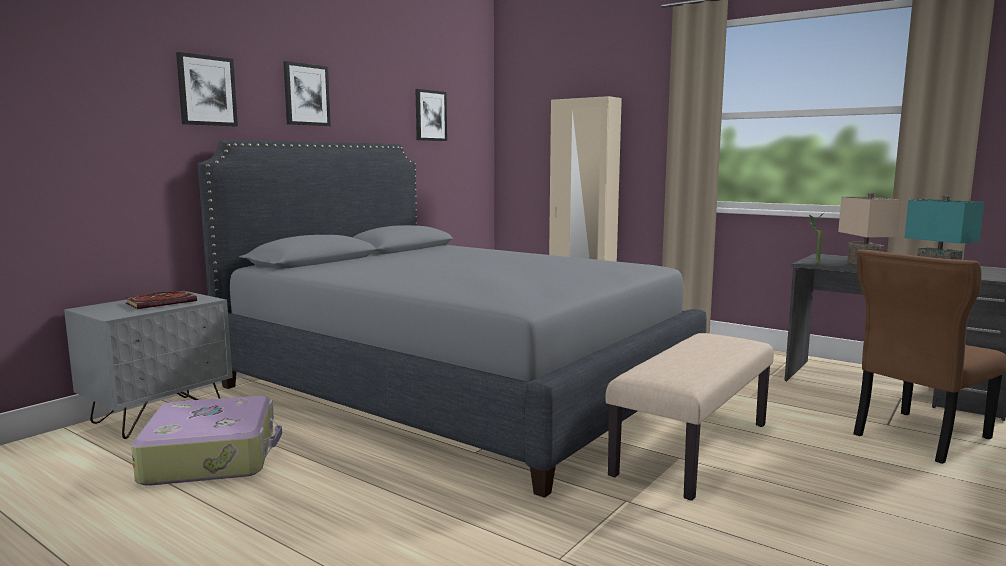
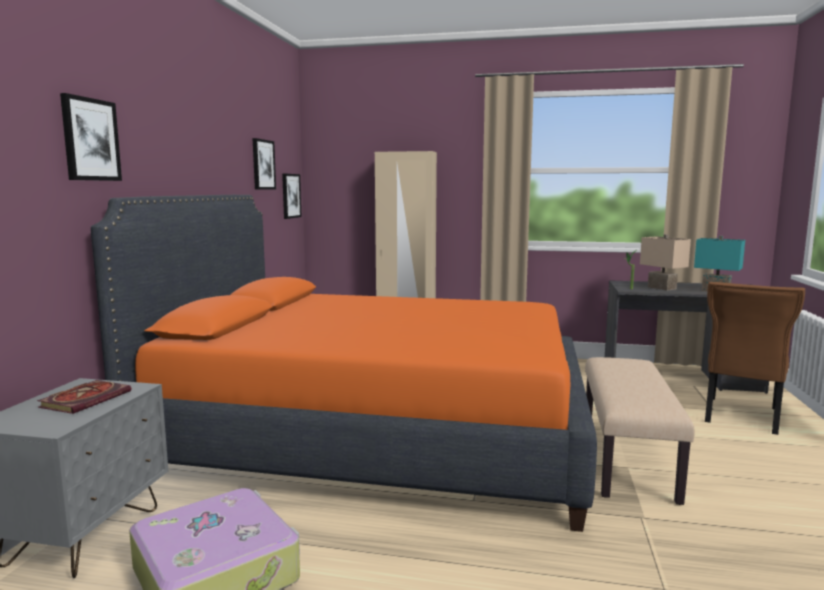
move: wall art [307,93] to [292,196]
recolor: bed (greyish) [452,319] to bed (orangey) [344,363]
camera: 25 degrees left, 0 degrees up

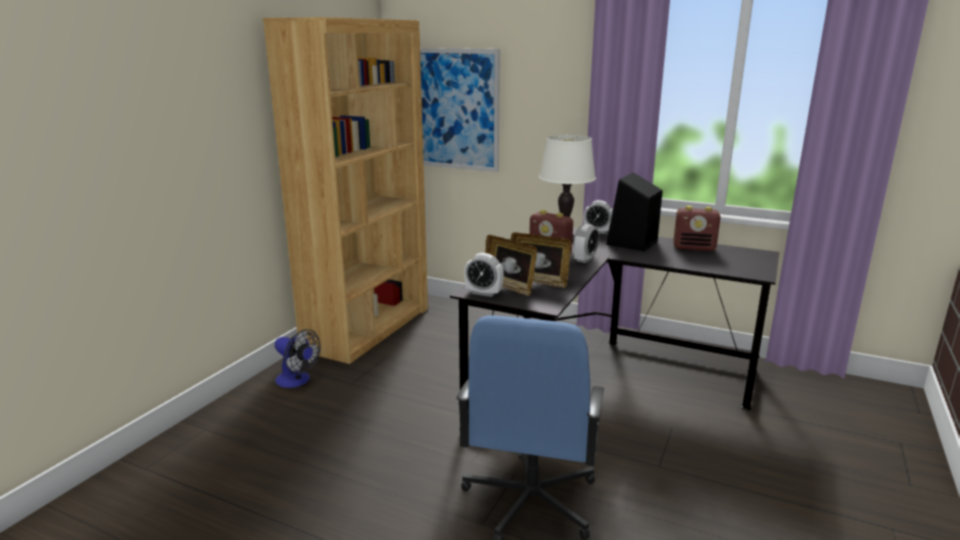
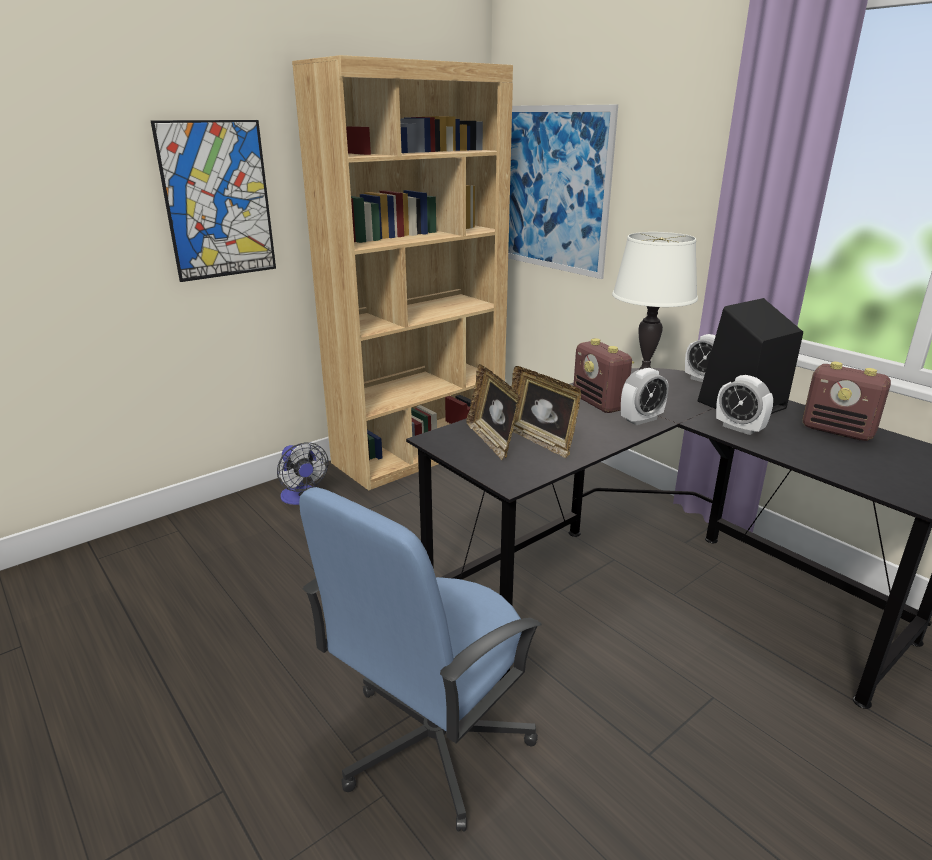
insert: wall art [213,201]
move: table clock [484,275] to [744,405]
camera: 25 degrees right, 5 degrees up

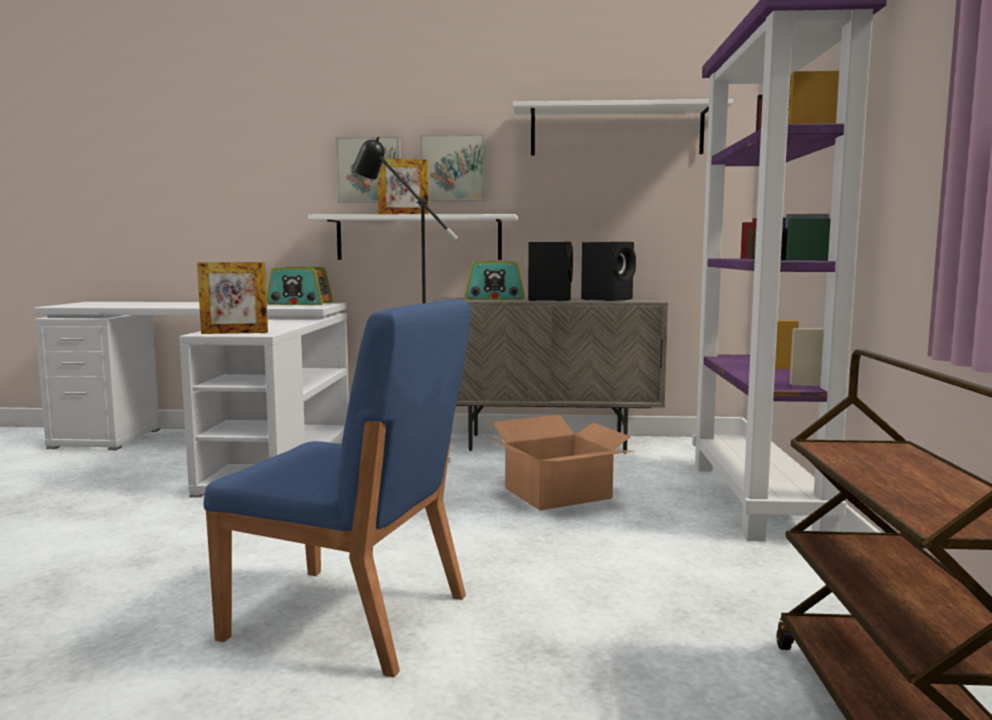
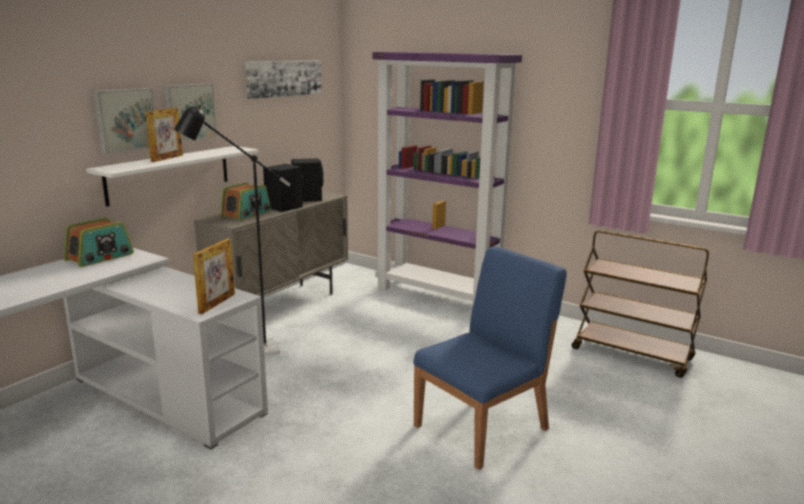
delete: carton [559,463]
replace: shelf (white) [623,127] to wall art [283,79]
camera: 60 degrees left, 10 degrees up

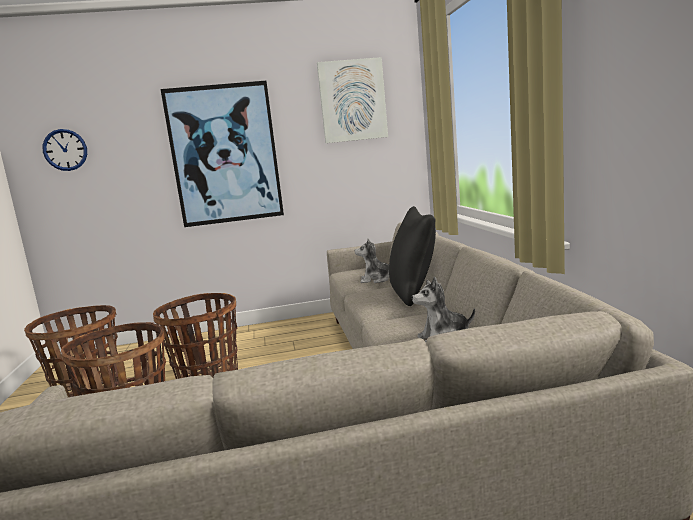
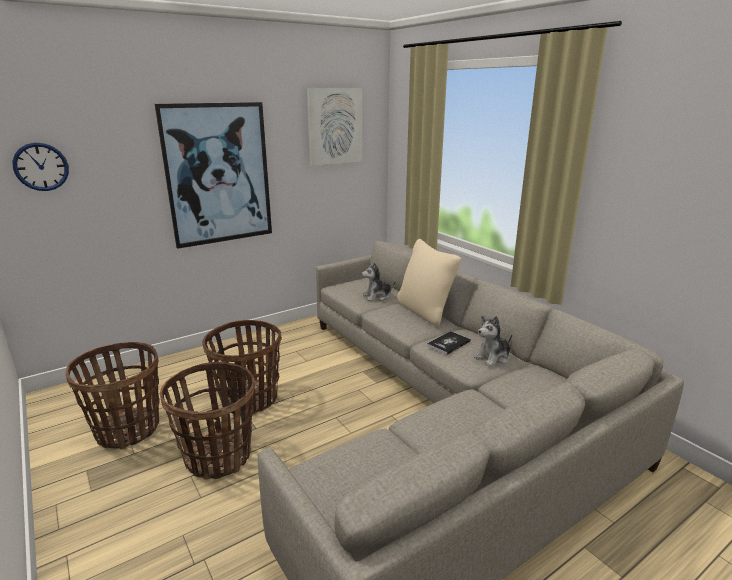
insert: volume [449,343]
recolor: pillow (blackish) [412,256] to pillow (sand-coloured) [429,282]
camera: 25 degrees left, 10 degrees up

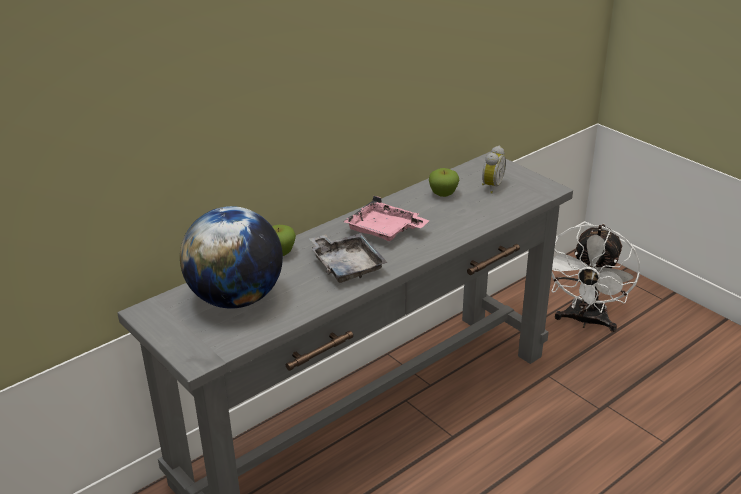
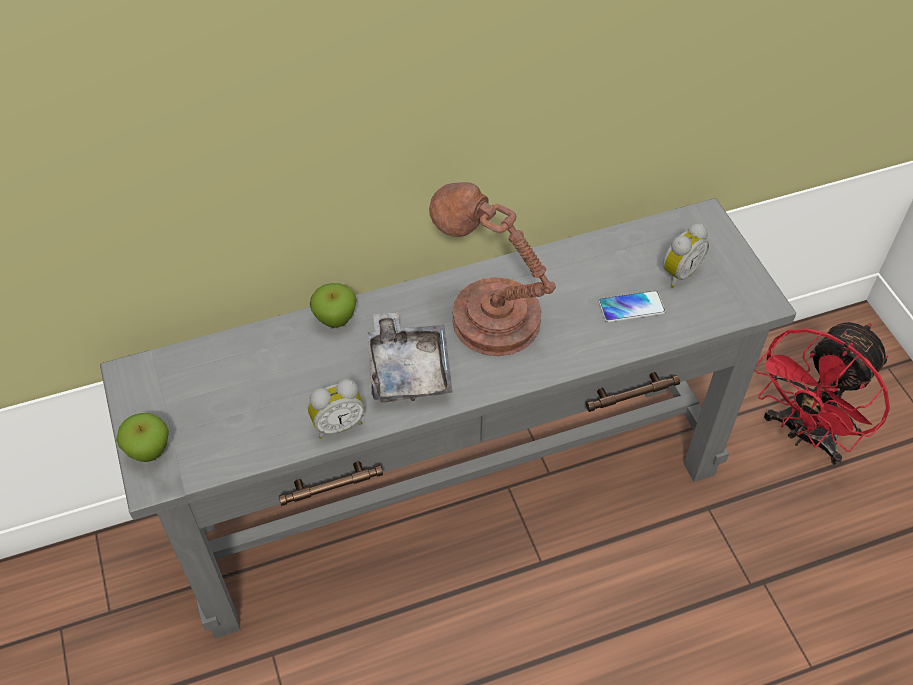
delete: globe [231,257]
insert: telephone [632,306]; table clock [336,409]
move: apple [444,182] to [142,437]
replace: tray (pink) [386,218] to tabletop lamp (brown) [492,269]
recolor: cooling fan (white) [595,278] to cooling fan (reddish) [822,393]
camera: 20 degrees right, 20 degrees up

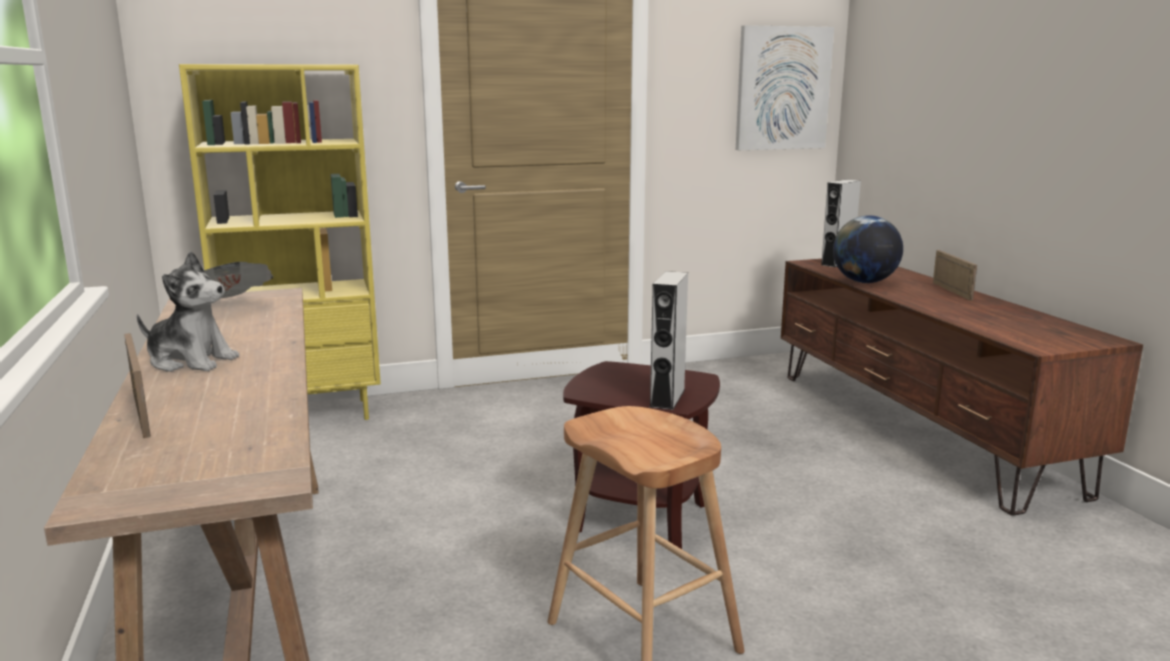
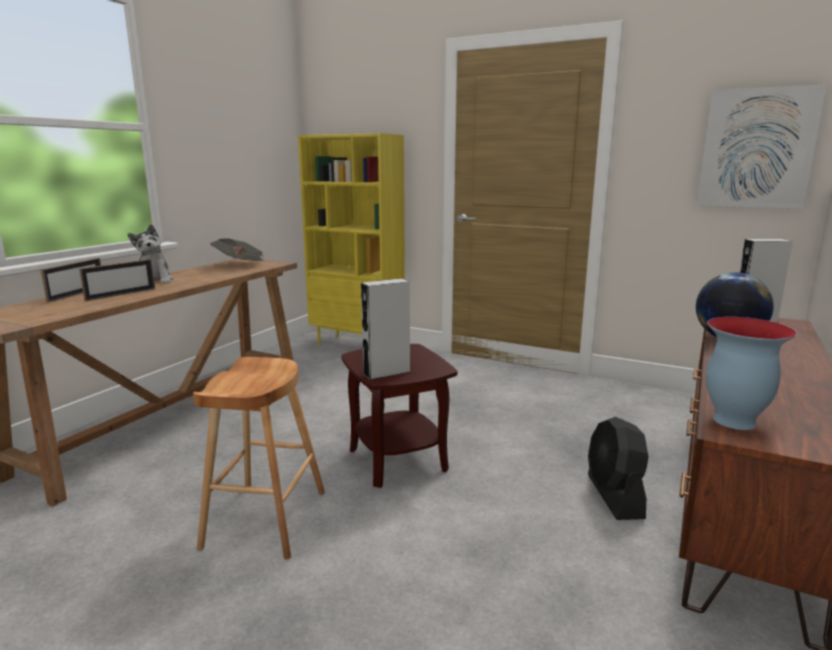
insert: flower vase [751,373]; cooling fan (blackish) [618,468]
move: photo frame [955,275] to [117,280]
camera: 45 degrees right, 0 degrees up

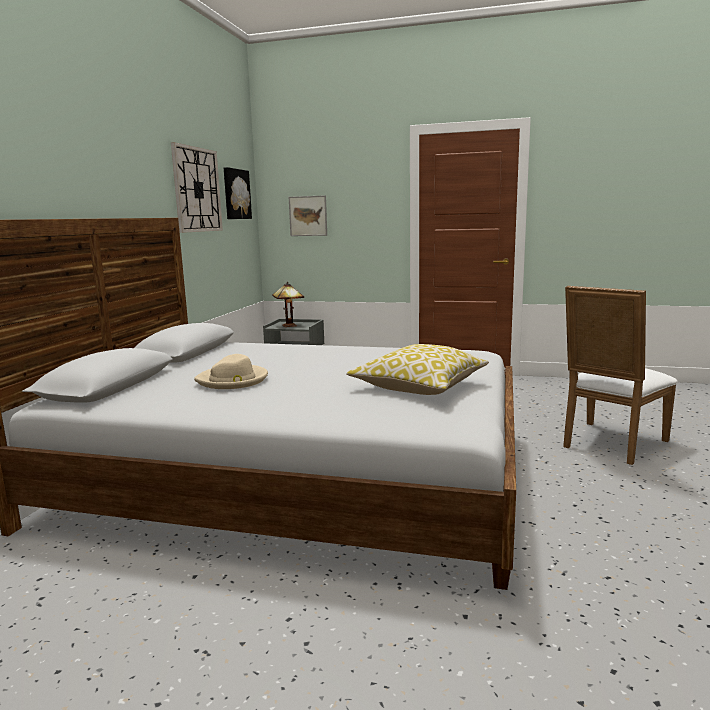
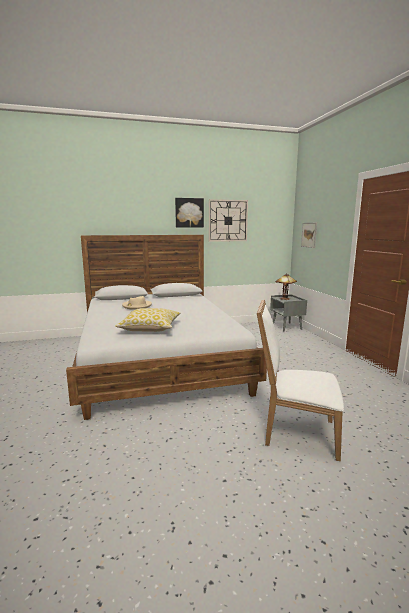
move: wall art [238,193] to [189,213]
camera: 60 degrees right, 0 degrees up

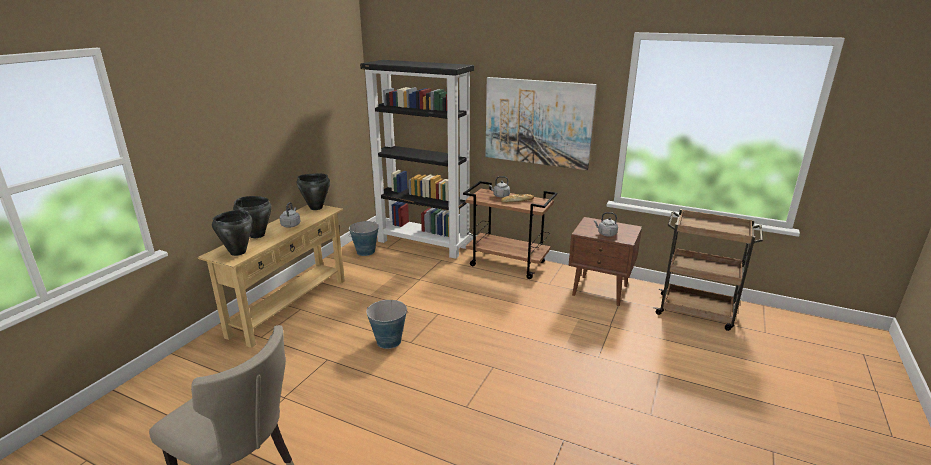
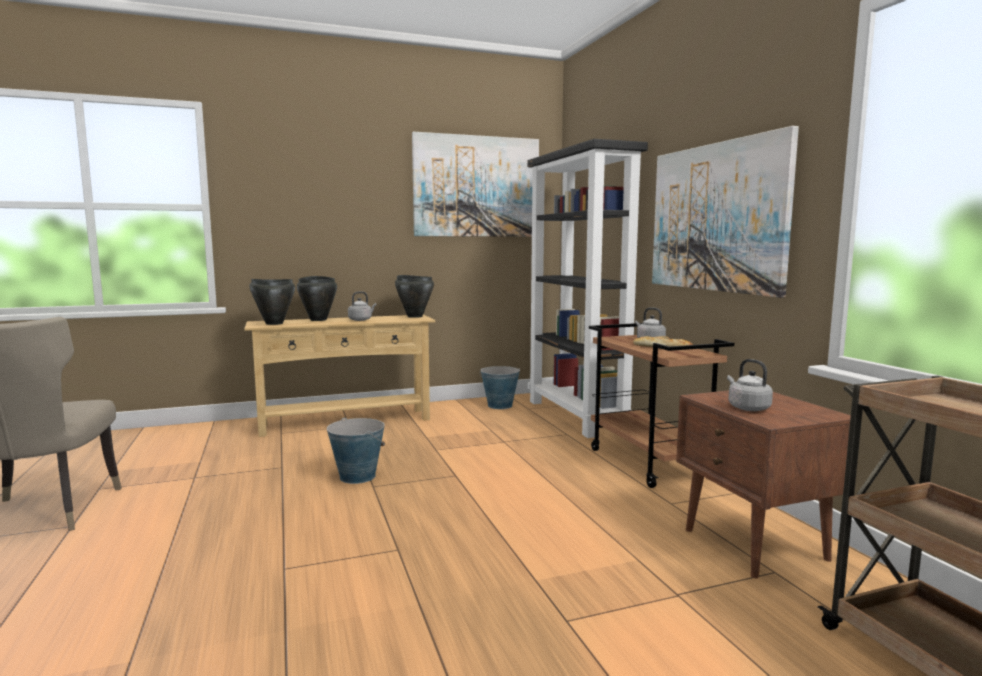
insert: wall art [475,184]
camera: 45 degrees right, 15 degrees down

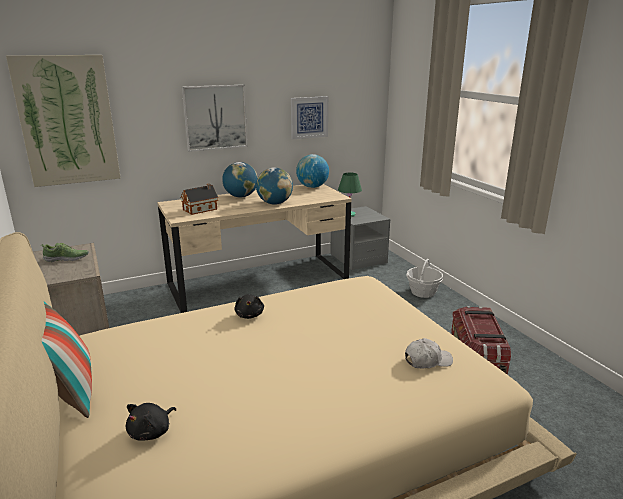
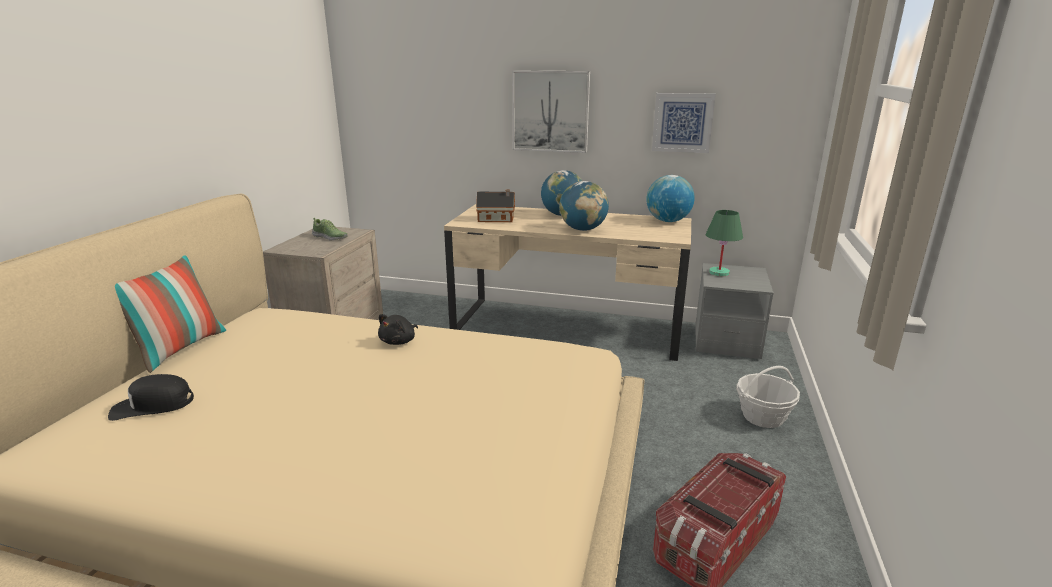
delete: wall art [63,121]; cap (white) [429,353]
replace: plush toy (blackish) [151,422] to cap (blackish) [151,397]
camera: 40 degrees right, 0 degrees up

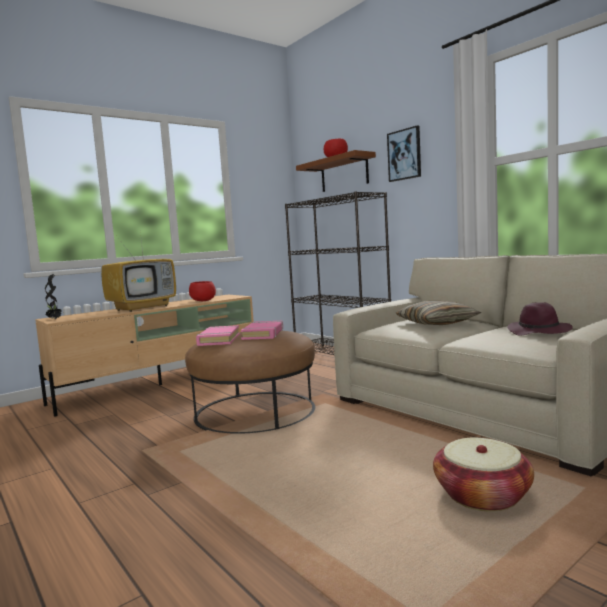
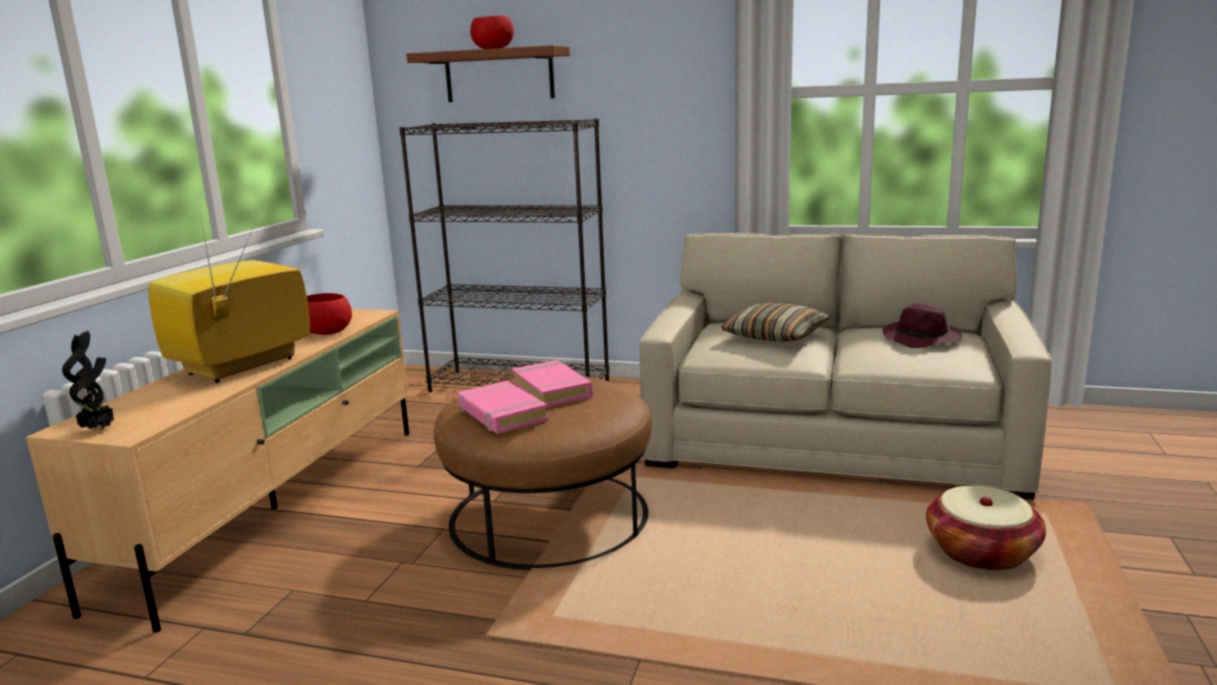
delete: wall art [404,154]
rotate: TV [138,271] = [229,296] 150 degrees counterclockwise
camera: 35 degrees left, 10 degrees up

